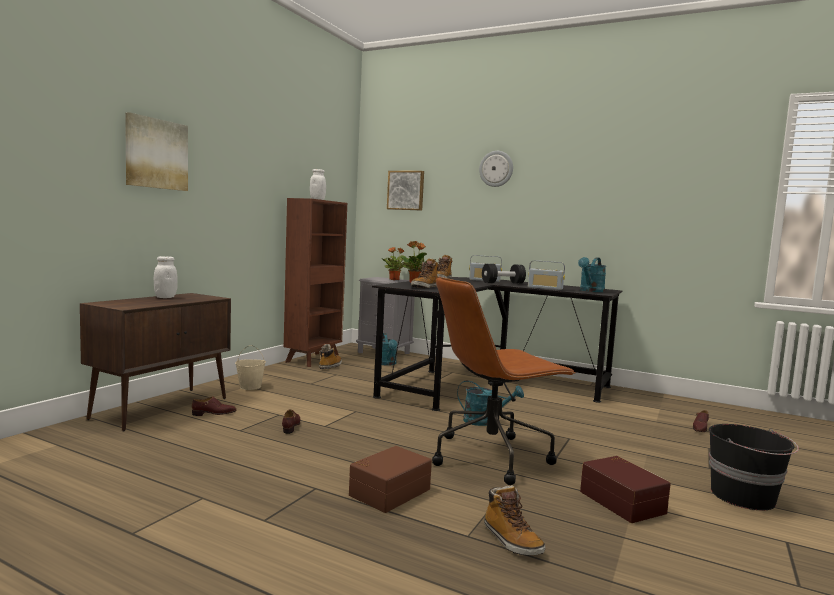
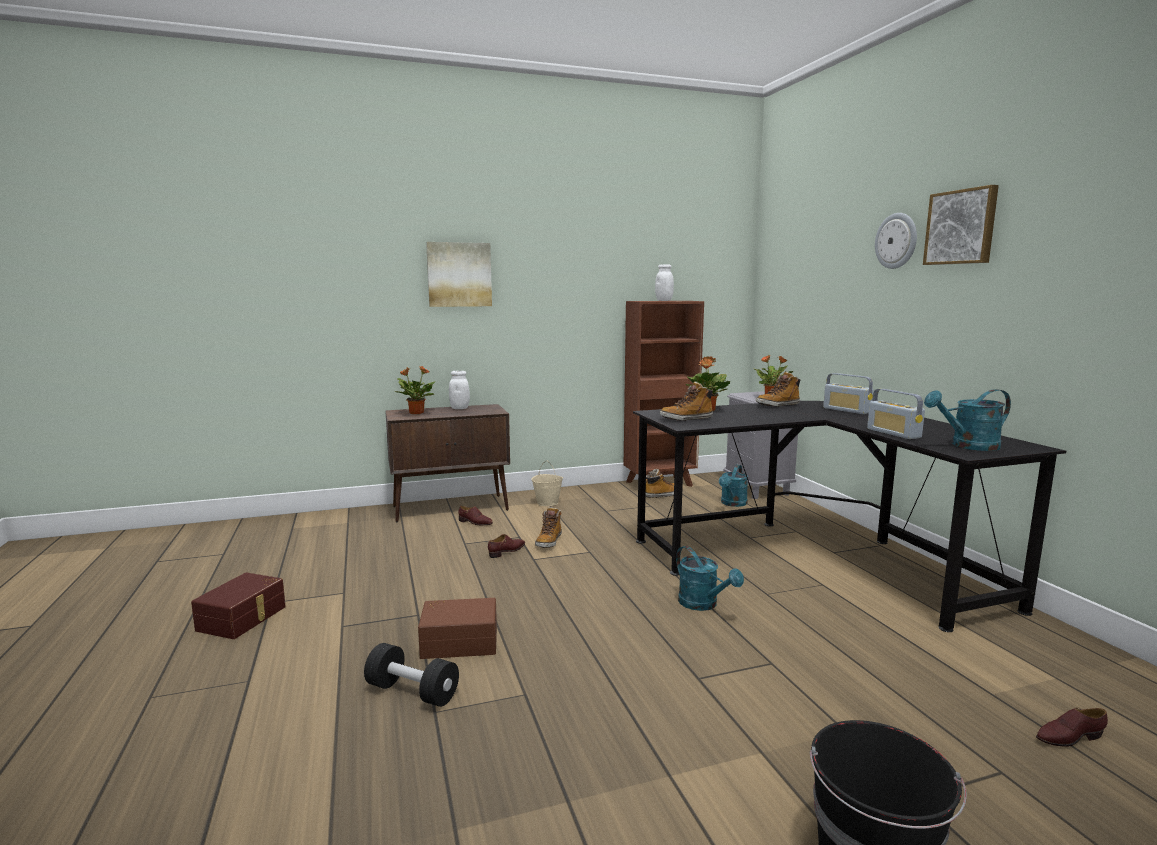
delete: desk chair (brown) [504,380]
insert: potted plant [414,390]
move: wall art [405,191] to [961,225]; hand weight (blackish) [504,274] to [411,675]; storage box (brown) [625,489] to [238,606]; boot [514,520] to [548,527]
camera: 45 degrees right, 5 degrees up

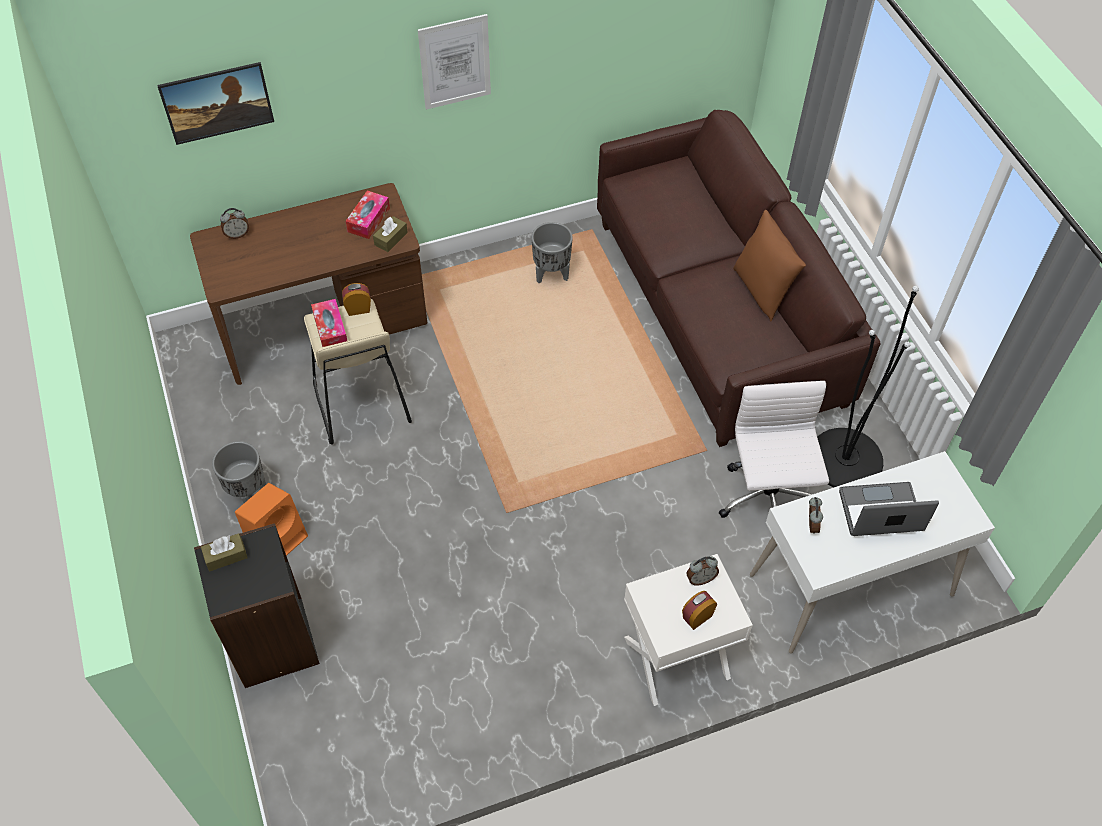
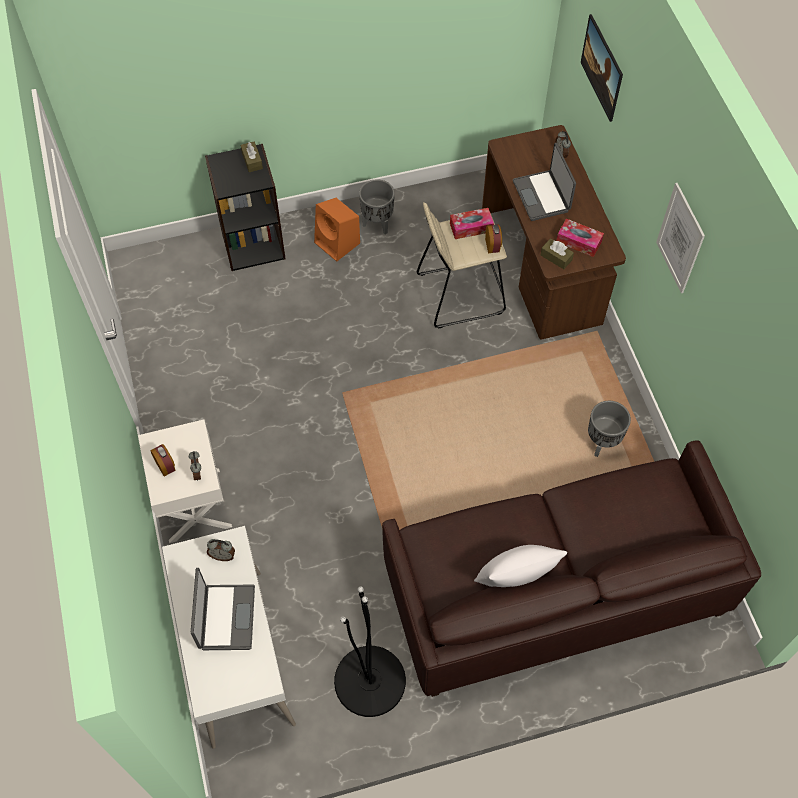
delete: desk chair (white) [774,449]
insert: laptop [544,182]
recolor: pillow (brown) [769,266] to pillow (white) [520,566]
camera: 95 degrees right, 5 degrees up

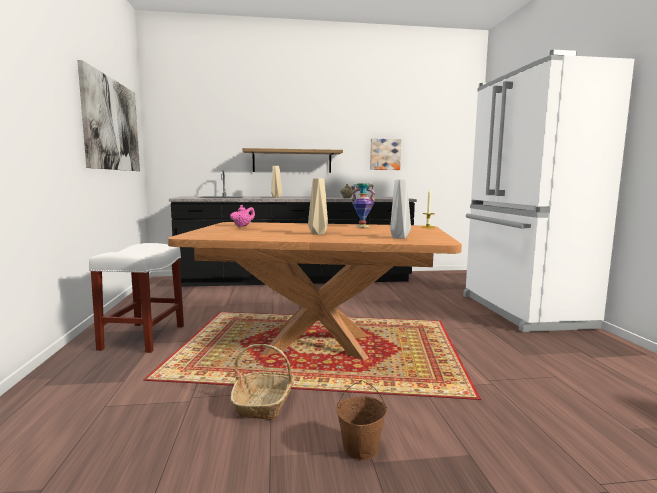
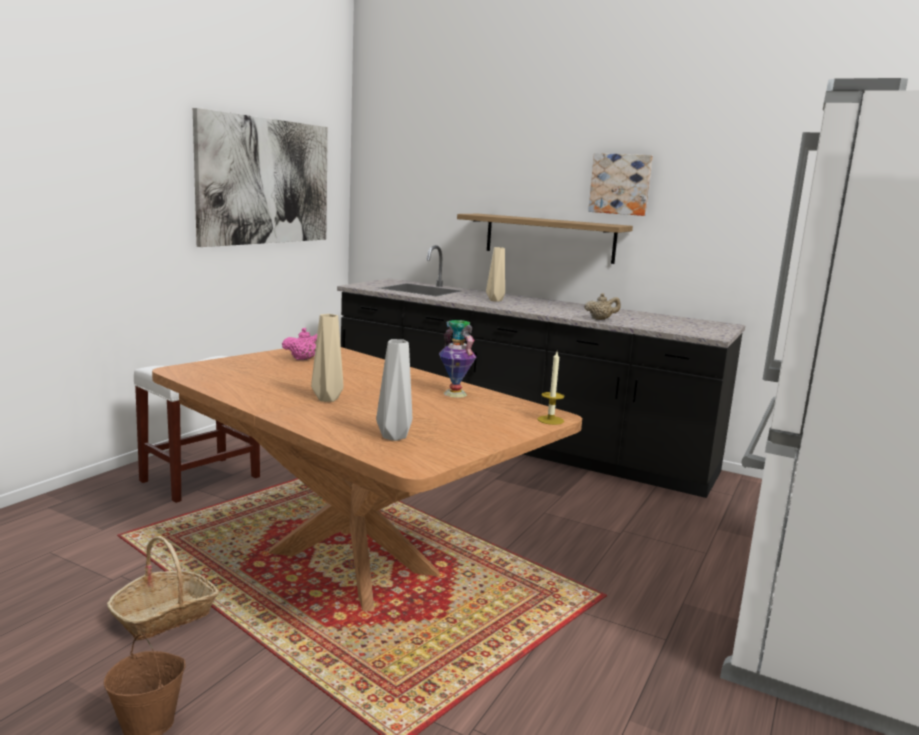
move: wall art [385,154] to [620,184]
camera: 35 degrees right, 5 degrees up

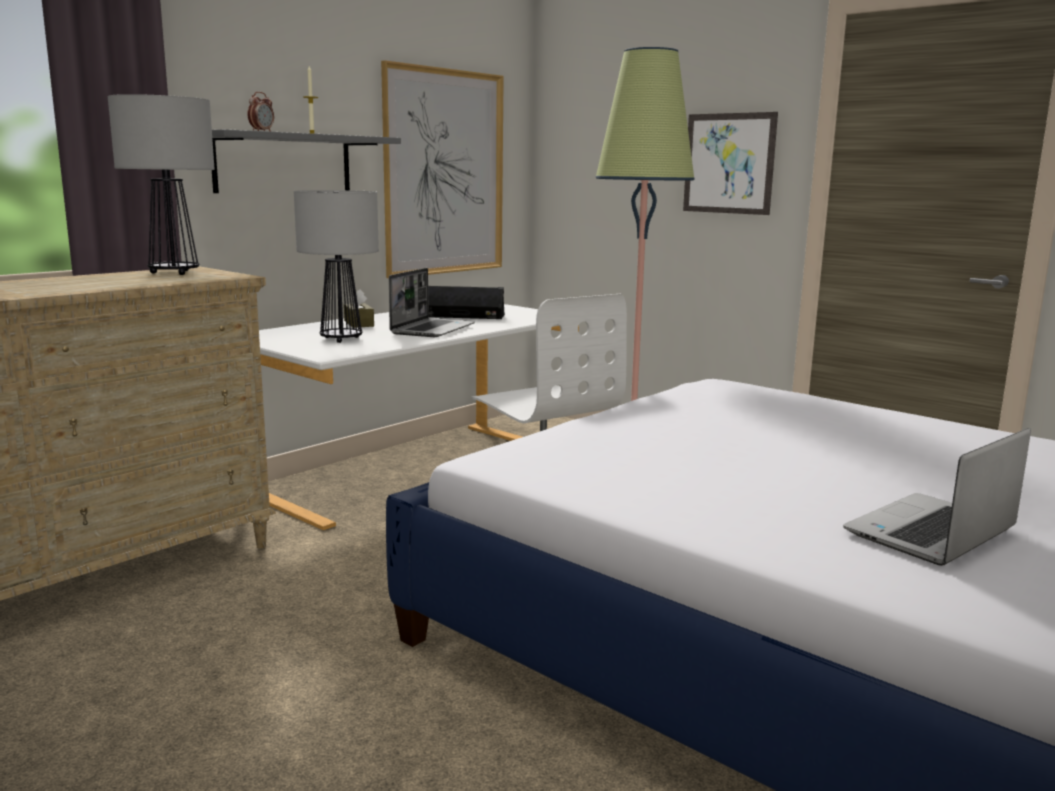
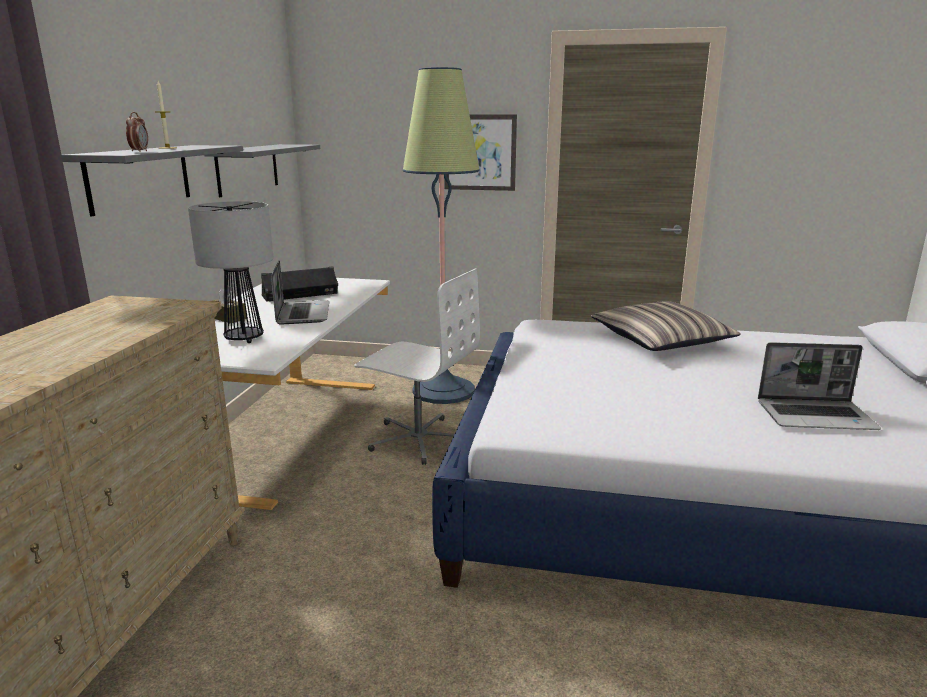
delete: tabletop lamp [161,184]
insert: pillow [666,326]
replace: wall art [442,169] to shelf (greyish) [262,170]
rotate: laptop [937,497] = [819,386] 105 degrees counterclockwise
camera: 30 degrees left, 5 degrees up

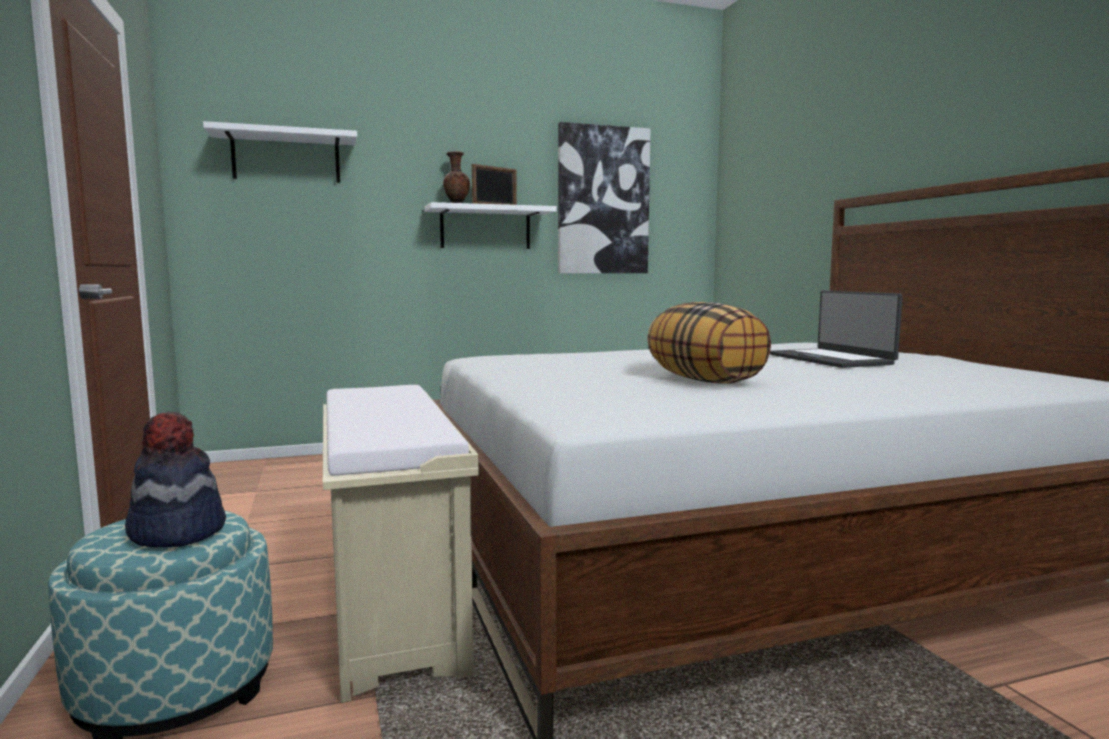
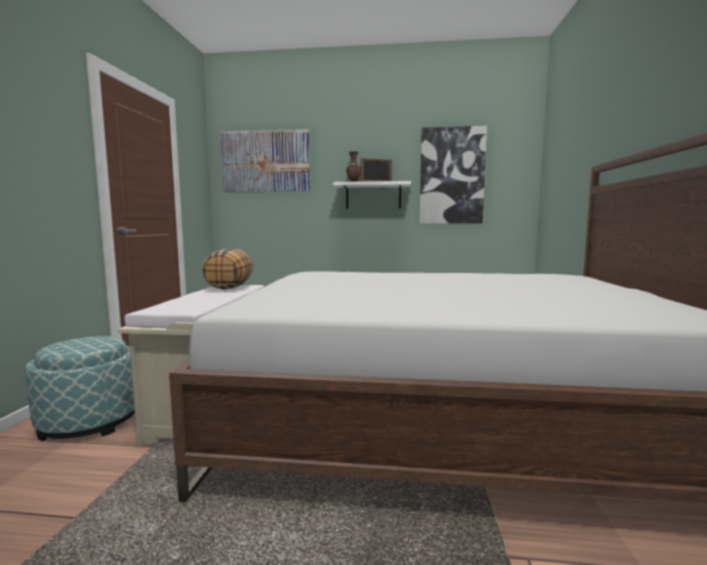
delete: laptop [836,329]; hat [175,479]
move: pillow [709,343] to [227,269]
replace: shelf (white) [280,152] to wall art [265,161]
camera: 25 degrees right, 0 degrees up

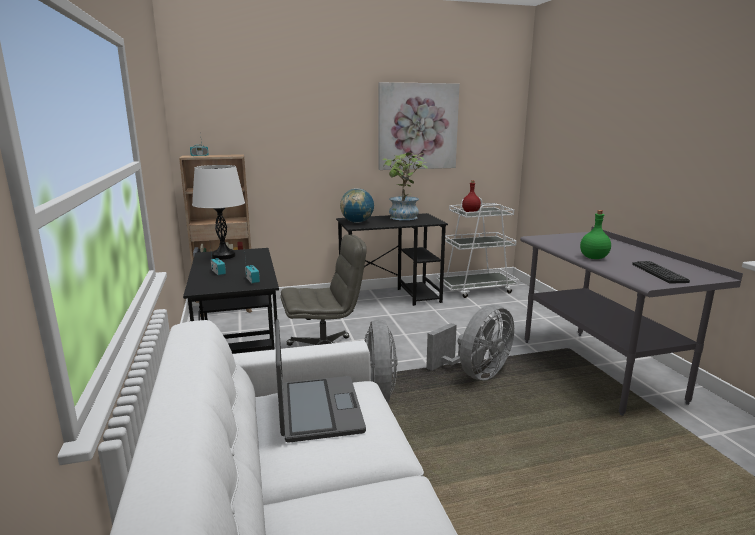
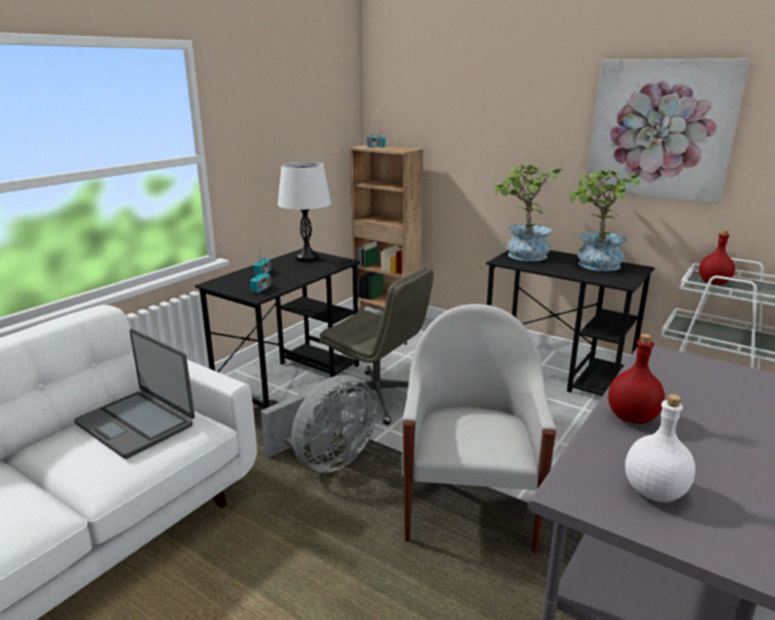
replace: globe [357,205] to potted plant [529,213]; computer keyboard [661,272] to drink bottle (white) [660,448]; cooling fan (greyish) [470,342] to lounge chair (white) [479,428]
recolor: drink bottle (greenish) [595,234] to drink bottle (reddish) [636,379]
rotate: laptop [320,381] = [134,394] 90 degrees clockwise
camera: 50 degrees right, 5 degrees up

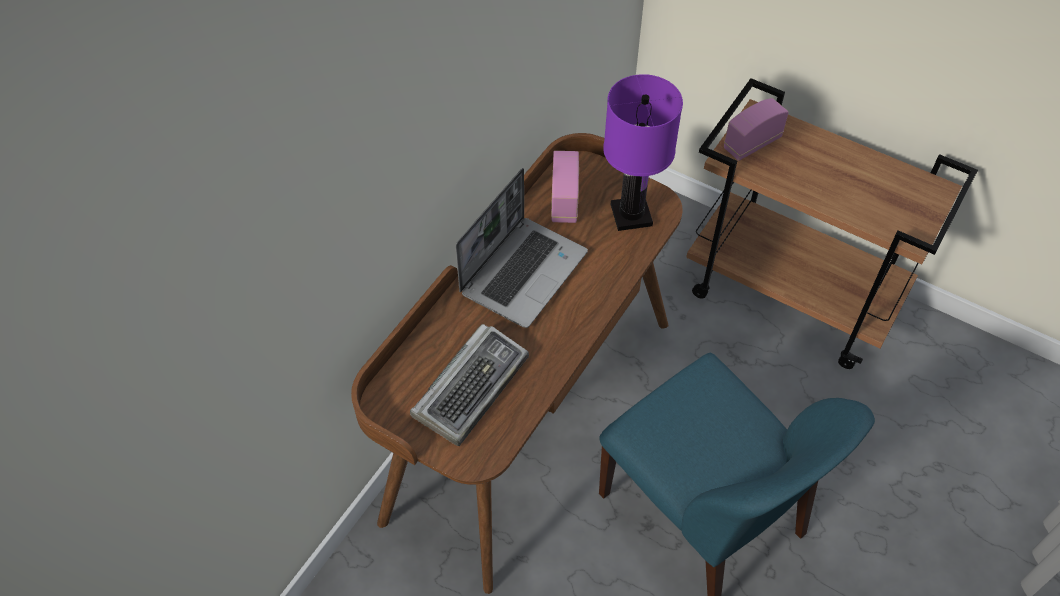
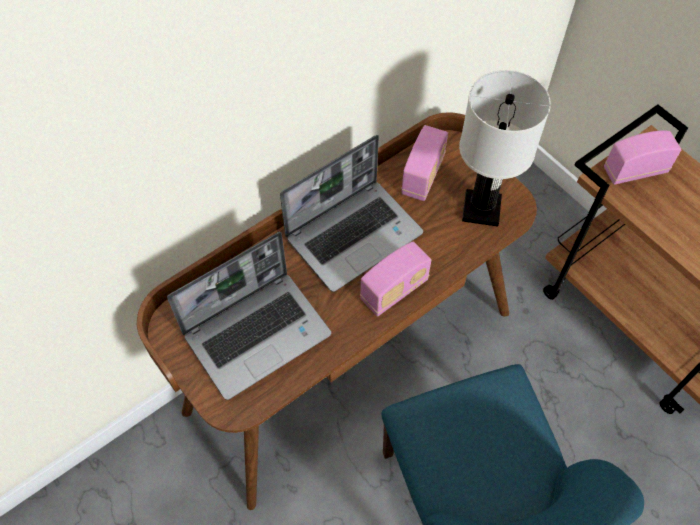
insert: radio set [395,279]
replace: computer keyboard [469,385] to laptop [249,316]
recolor: tabletop lamp (purple) [643,152] to tabletop lamp (white) [505,148]
camera: 20 degrees right, 5 degrees up

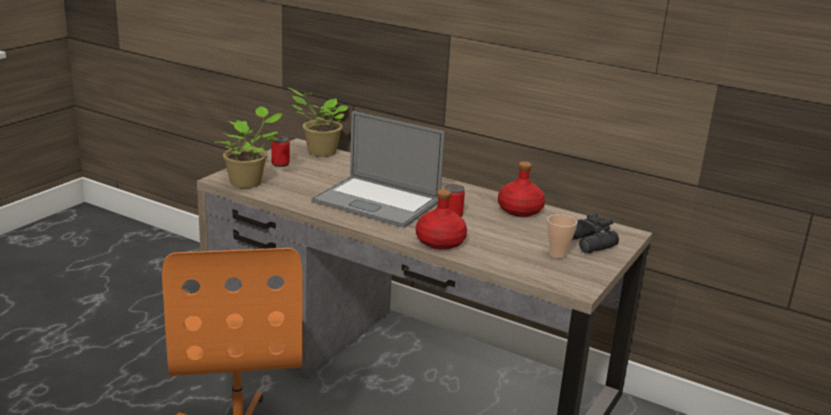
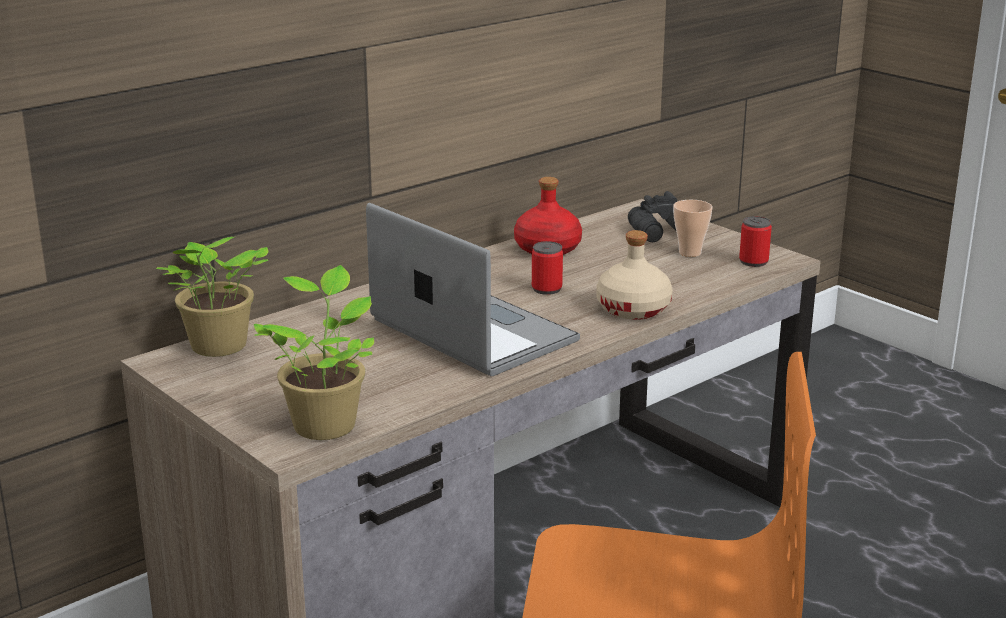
move: metal can [280,151] to [755,241]
recolor: drink bottle (reddish) [441,219] to drink bottle (sand-coloured) [634,275]
rotate: laptop [378,169] = [473,289] 90 degrees counterclockwise
camera: 70 degrees left, 0 degrees up

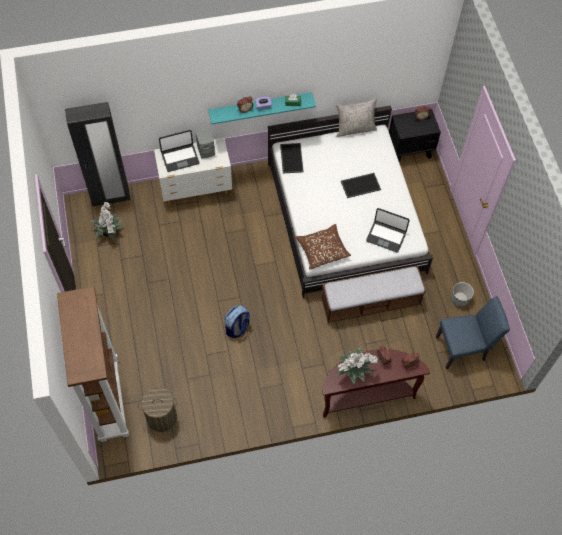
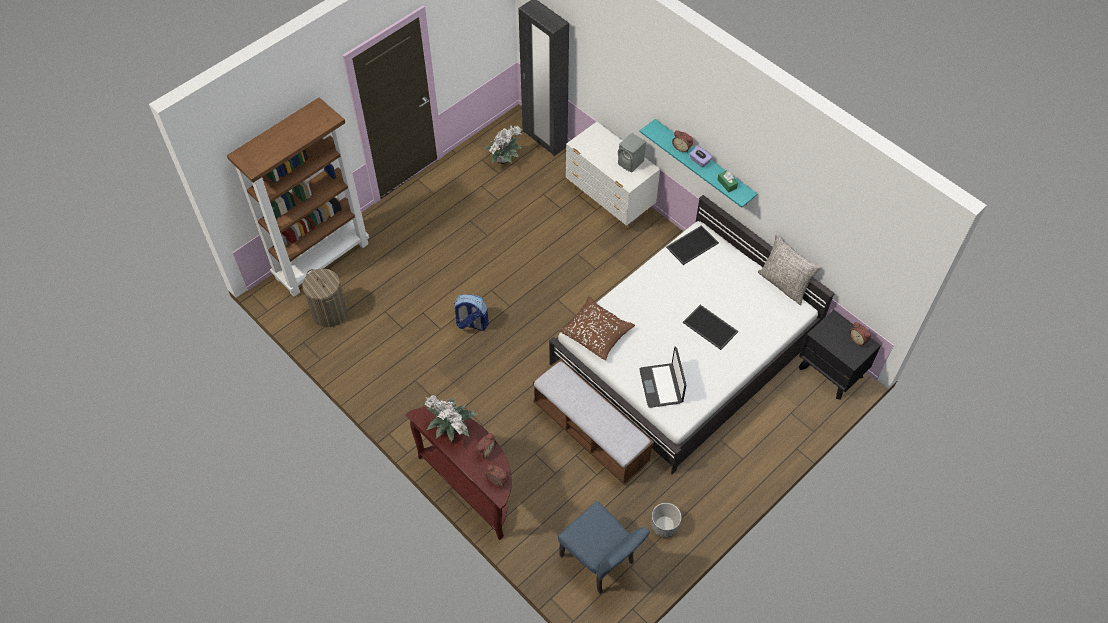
delete: laptop [179,151]
camera: 60 degrees right, 5 degrees down

